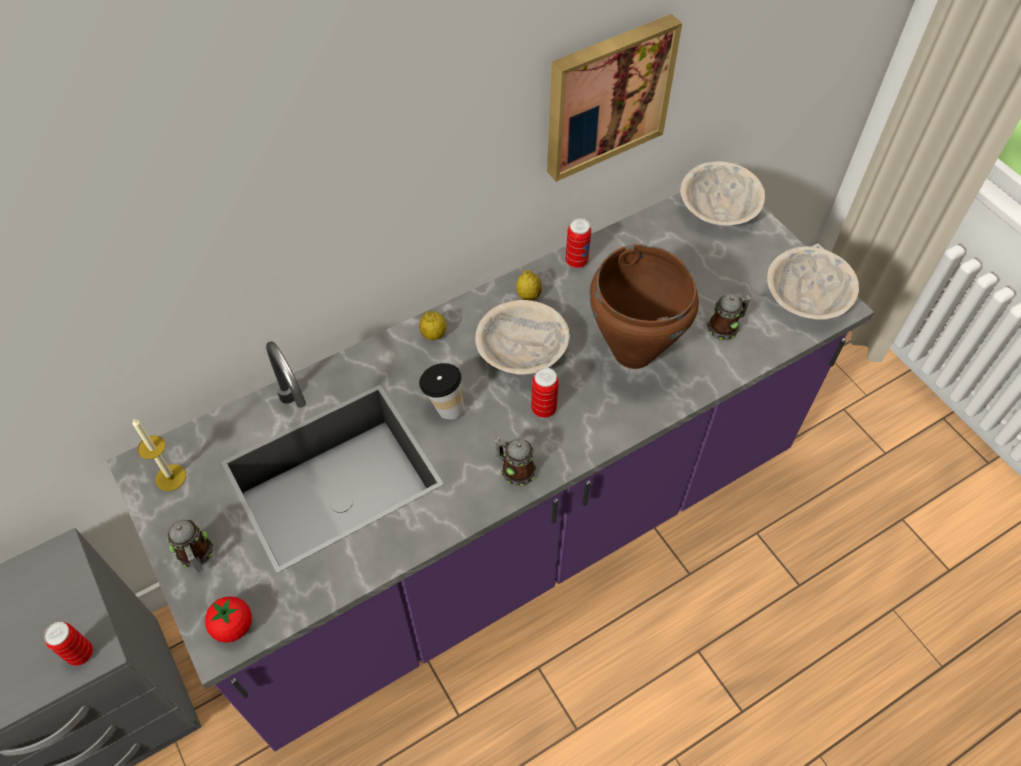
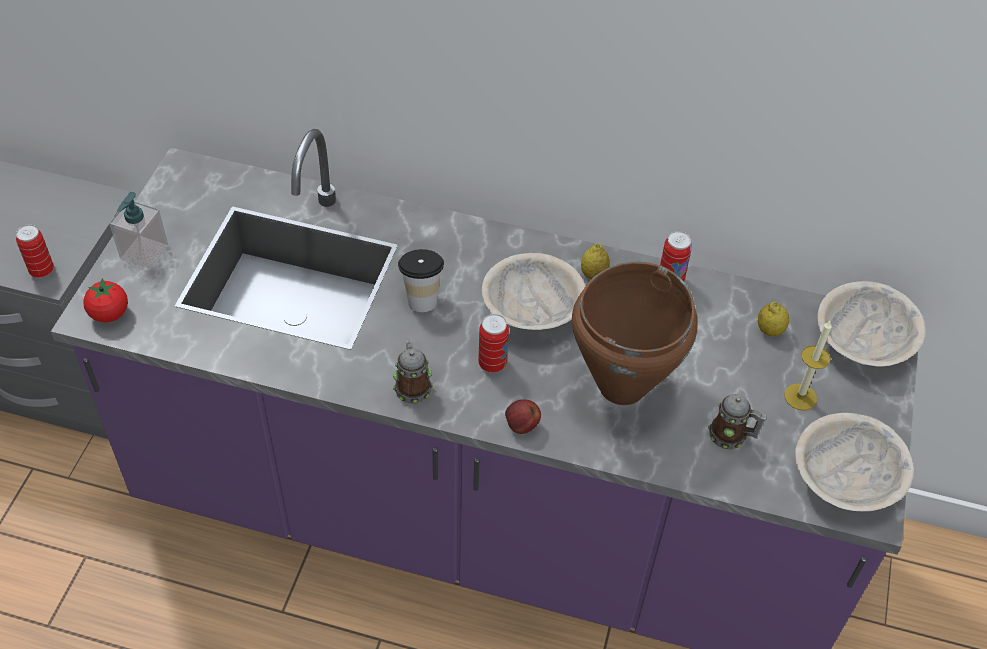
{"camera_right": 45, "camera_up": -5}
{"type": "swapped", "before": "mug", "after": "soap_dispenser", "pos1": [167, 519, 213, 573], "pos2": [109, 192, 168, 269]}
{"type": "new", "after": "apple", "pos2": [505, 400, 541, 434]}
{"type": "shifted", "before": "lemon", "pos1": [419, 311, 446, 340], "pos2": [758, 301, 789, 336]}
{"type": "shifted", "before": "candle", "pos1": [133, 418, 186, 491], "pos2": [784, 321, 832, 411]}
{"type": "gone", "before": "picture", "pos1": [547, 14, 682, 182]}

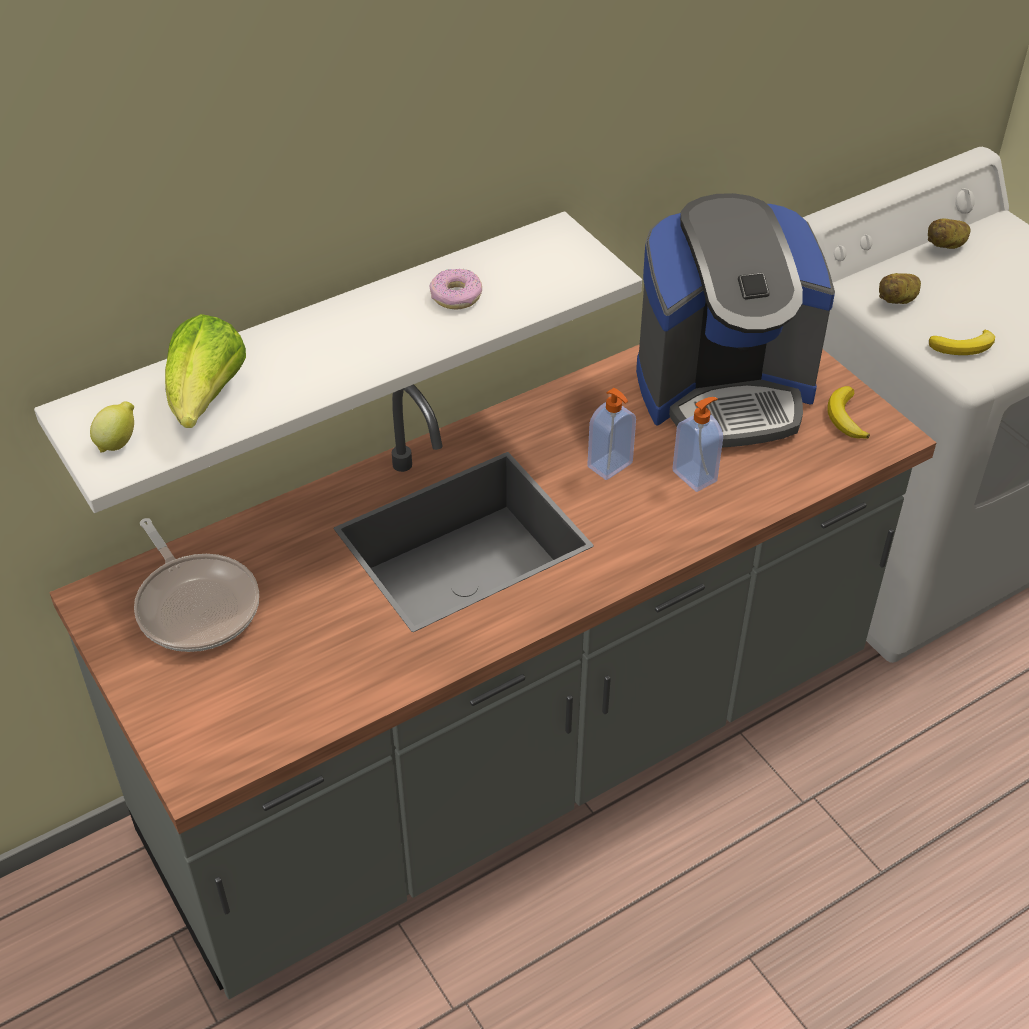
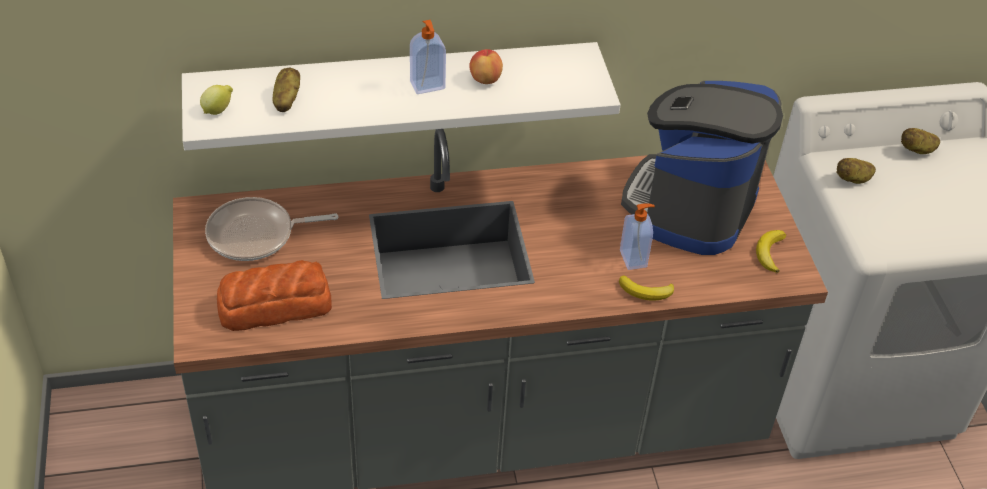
{"camera_right": 20, "camera_up": 0}
{"type": "rotated", "before": "frying_pan", "pos1": [134, 518, 259, 652], "pos2": [205, 197, 338, 261], "turn": 90}
{"type": "new", "after": "bread", "pos2": [217, 260, 332, 331]}
{"type": "swapped", "before": "lettuce", "after": "potato", "pos1": [165, 314, 246, 428], "pos2": [272, 68, 300, 112]}
{"type": "shifted", "before": "soap_dispenser", "pos1": [587, 388, 636, 480], "pos2": [410, 20, 446, 94]}
{"type": "swapped", "before": "donut", "after": "apple", "pos1": [430, 269, 482, 310], "pos2": [469, 49, 503, 84]}
{"type": "shifted", "before": "banana", "pos1": [929, 329, 995, 355], "pos2": [619, 275, 674, 301]}
{"type": "rotated", "before": "coffee_machine", "pos1": [636, 193, 835, 448], "pos2": [621, 81, 783, 255], "turn": 105}

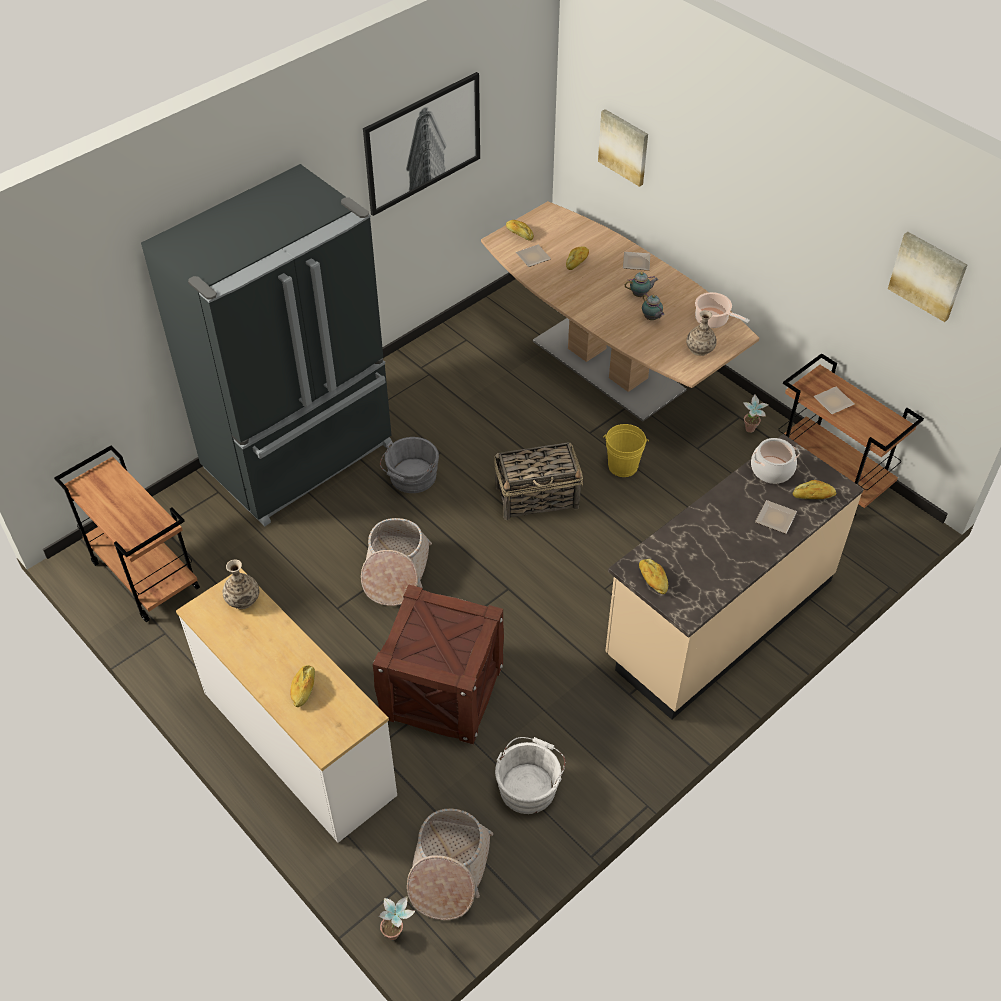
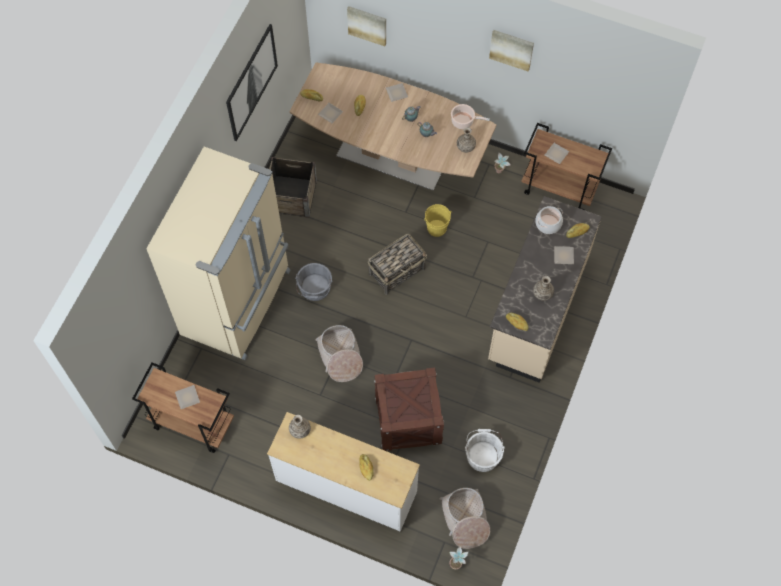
{"camera_right": -25, "camera_up": 15}
{"type": "repainted", "before": "black_fridge", "after": "beige_fridge", "pos1": [141, 164, 392, 527], "pos2": [146, 147, 290, 360]}
{"type": "new", "after": "plate", "pos2": [175, 385, 200, 409]}
{"type": "new", "after": "crate", "pos2": [270, 157, 317, 218]}
{"type": "shifted", "before": "picture", "pos1": [888, 232, 967, 322], "pos2": [489, 30, 534, 71]}
{"type": "new", "after": "vase", "pos2": [533, 276, 554, 301]}

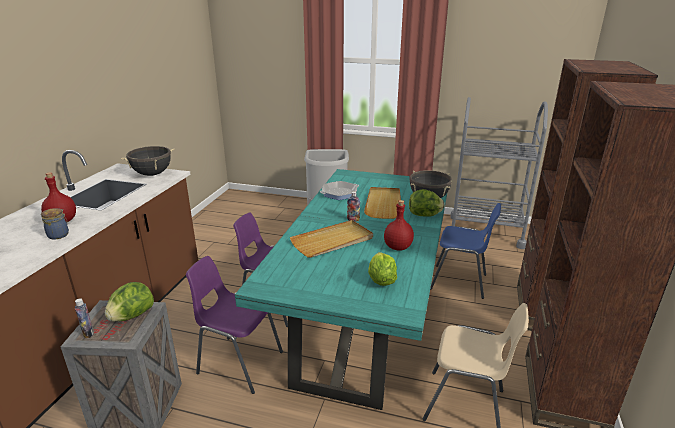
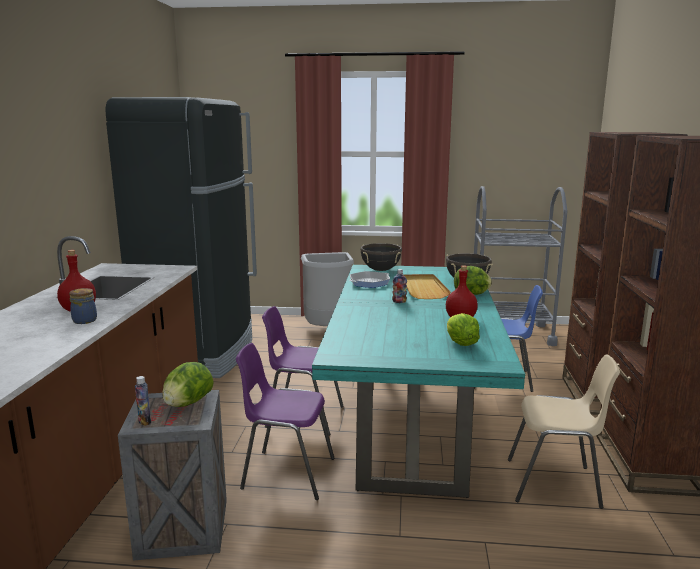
{"camera_right": -10, "camera_up": -10}
{"type": "new", "after": "black_fridge", "pos2": [106, 97, 257, 378]}
{"type": "shifted", "before": "black_cooking_pot", "pos1": [121, 146, 175, 176], "pos2": [360, 243, 402, 271]}
{"type": "gone", "before": "beige_tray", "pos1": [290, 220, 373, 258]}

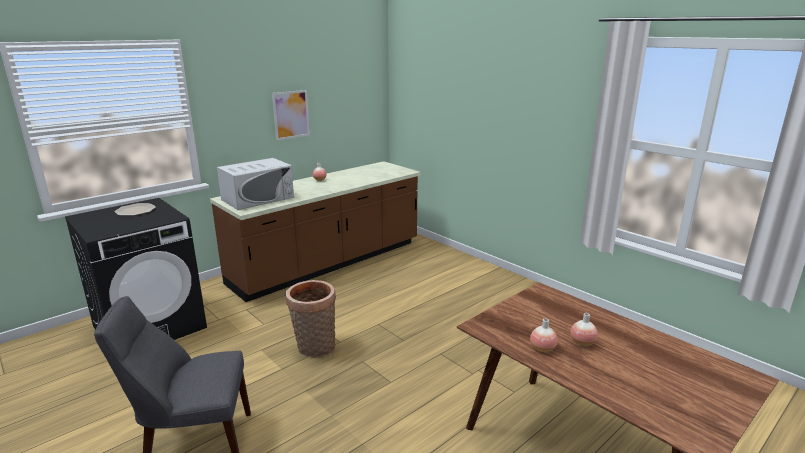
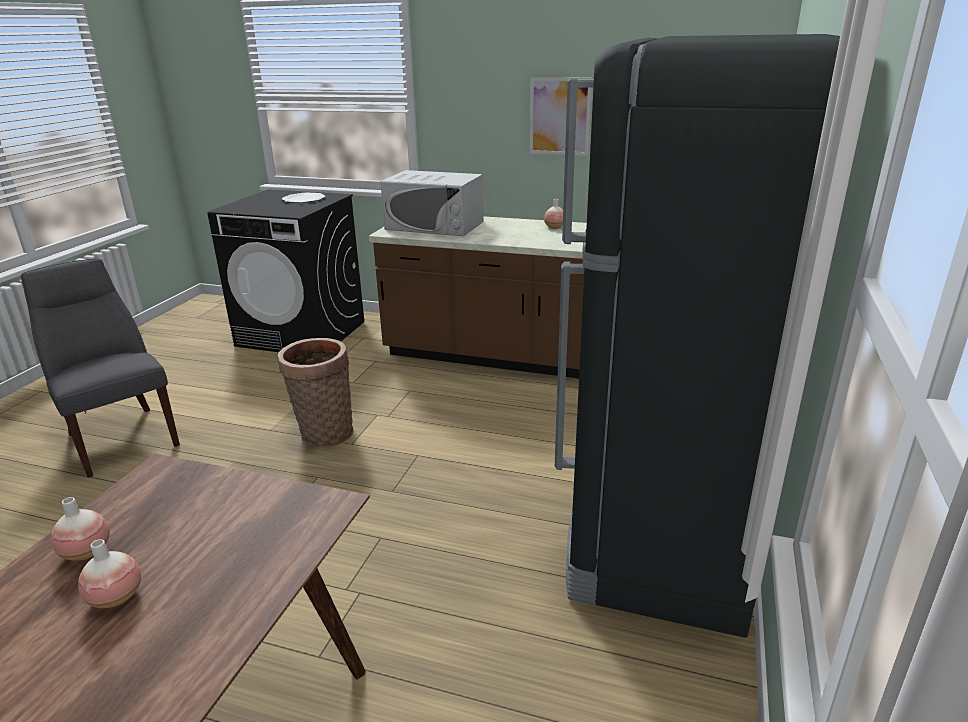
{"camera_right": 60, "camera_up": 5}
{"type": "new", "after": "black_fridge", "pos2": [555, 34, 840, 638]}

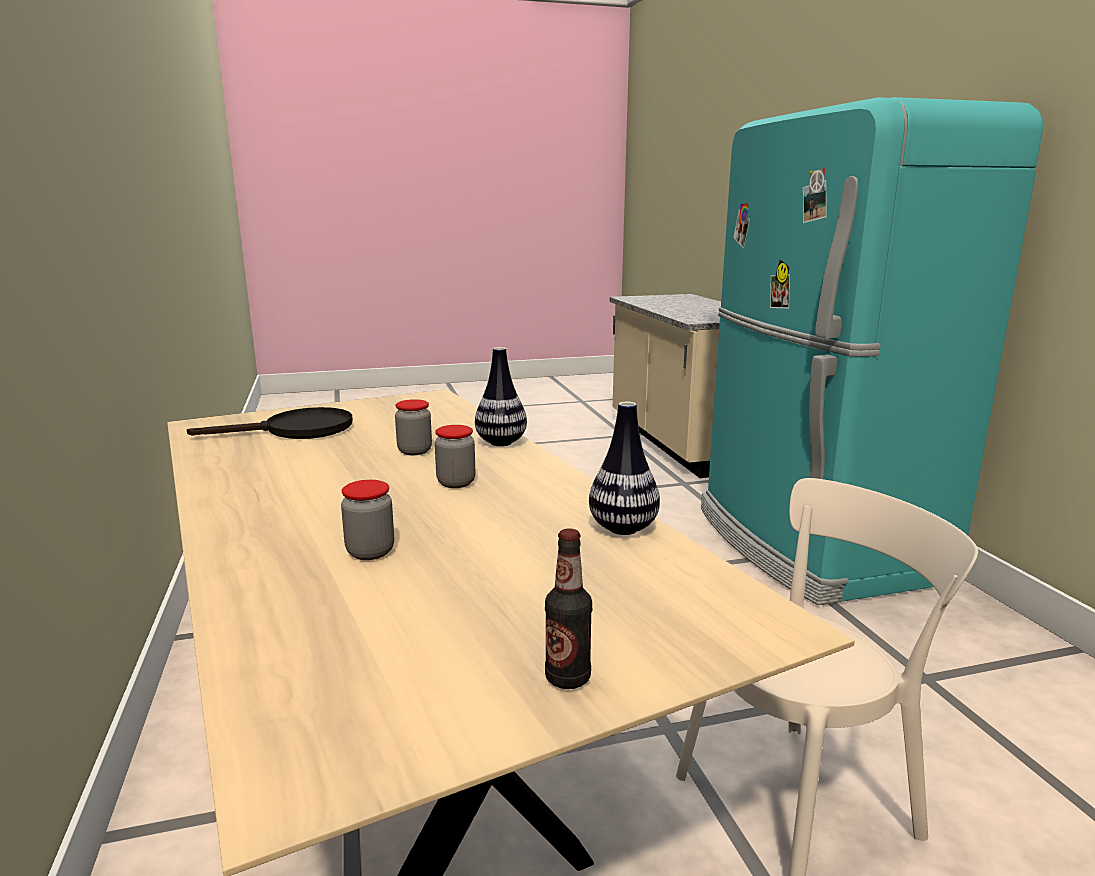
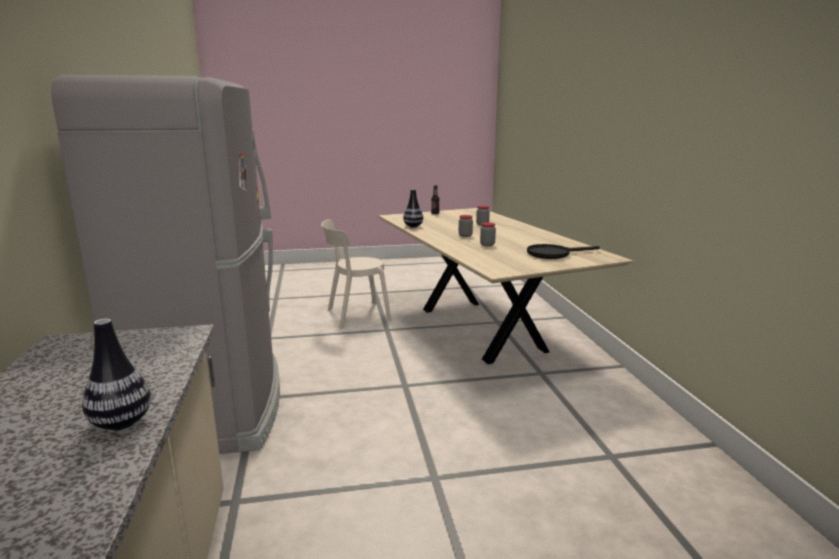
{"camera_right": -175, "camera_up": 0}
{"type": "repainted", "before": "turquoise_fridge", "after": "grey_fridge", "pos1": [701, 97, 1043, 605], "pos2": [51, 75, 280, 454]}
{"type": "shifted", "before": "vase", "pos1": [475, 347, 527, 446], "pos2": [82, 319, 151, 430]}

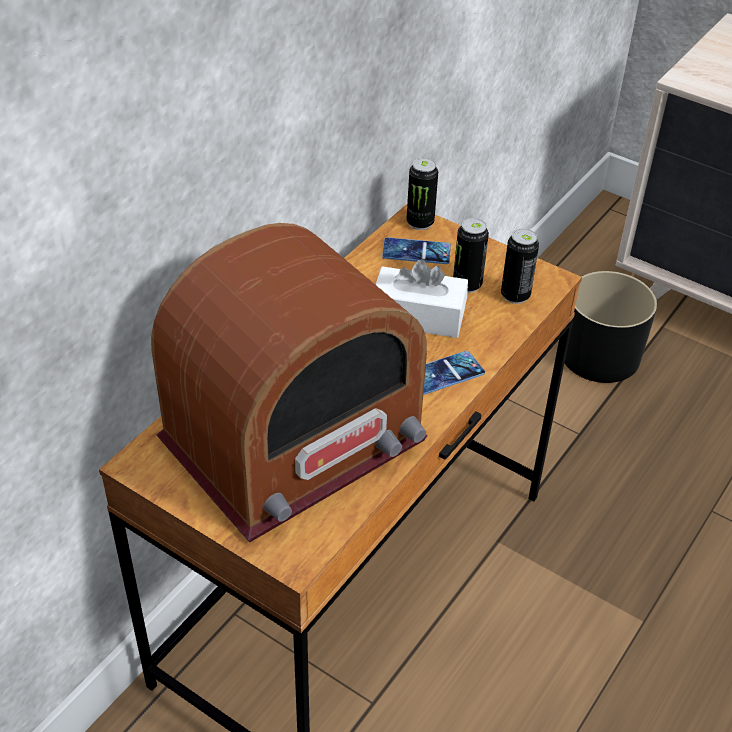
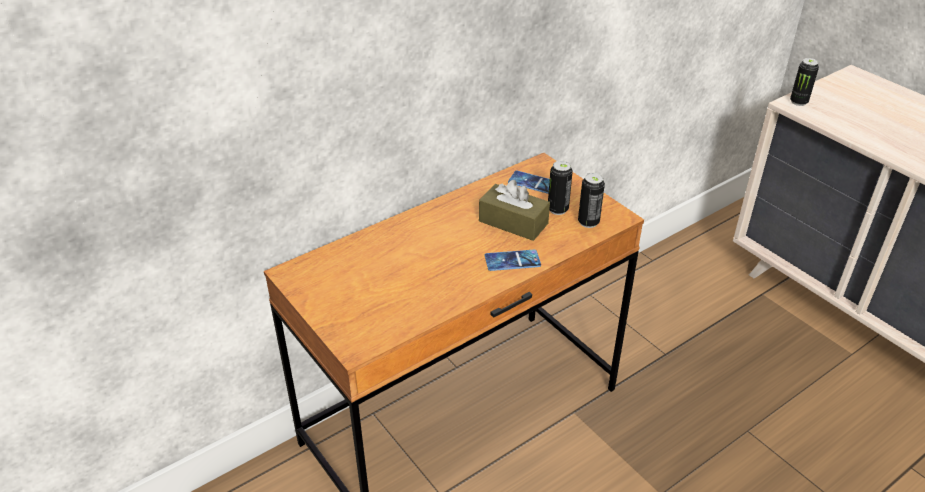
{"camera_right": 20, "camera_up": -5}
{"type": "repainted", "before": "white_tissue_box", "after": "brown_tissue_box", "pos1": [376, 259, 468, 338], "pos2": [479, 180, 550, 241]}
{"type": "shifted", "before": "can", "pos1": [407, 158, 438, 230], "pos2": [790, 58, 819, 106]}
{"type": "gone", "before": "radio", "pos1": [151, 223, 427, 543]}
{"type": "gone", "before": "black_planter", "pos1": [565, 271, 657, 383]}

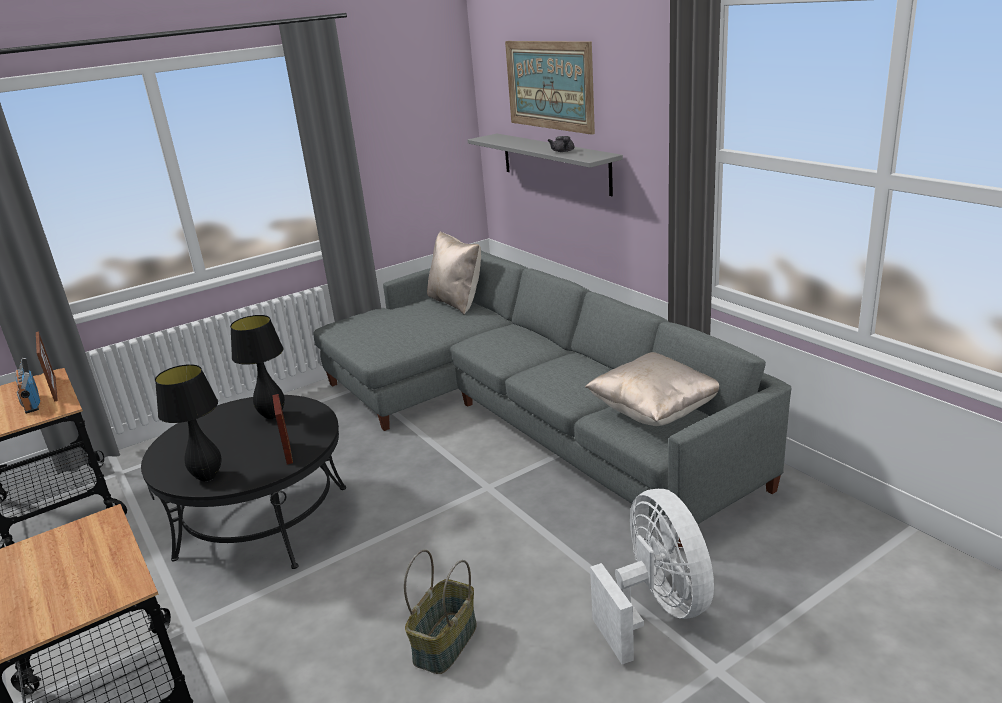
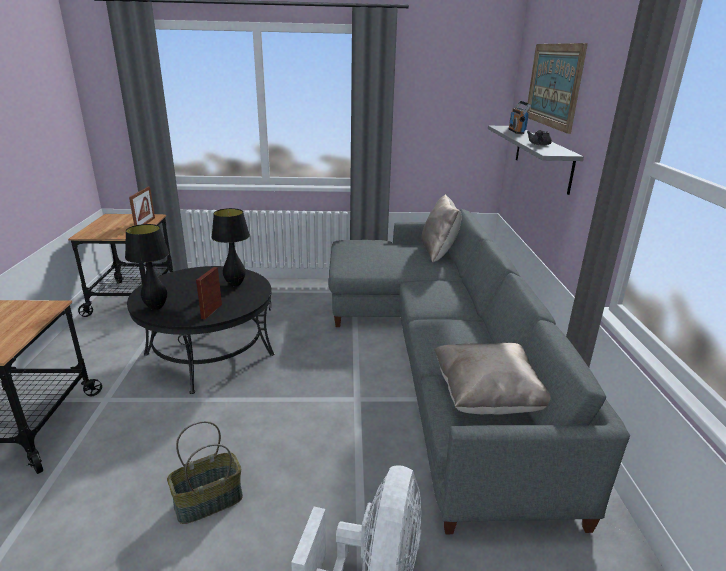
{"camera_right": 30, "camera_up": 0}
{"type": "shifted", "before": "radio", "pos1": [15, 358, 40, 414], "pos2": [508, 101, 531, 134]}

